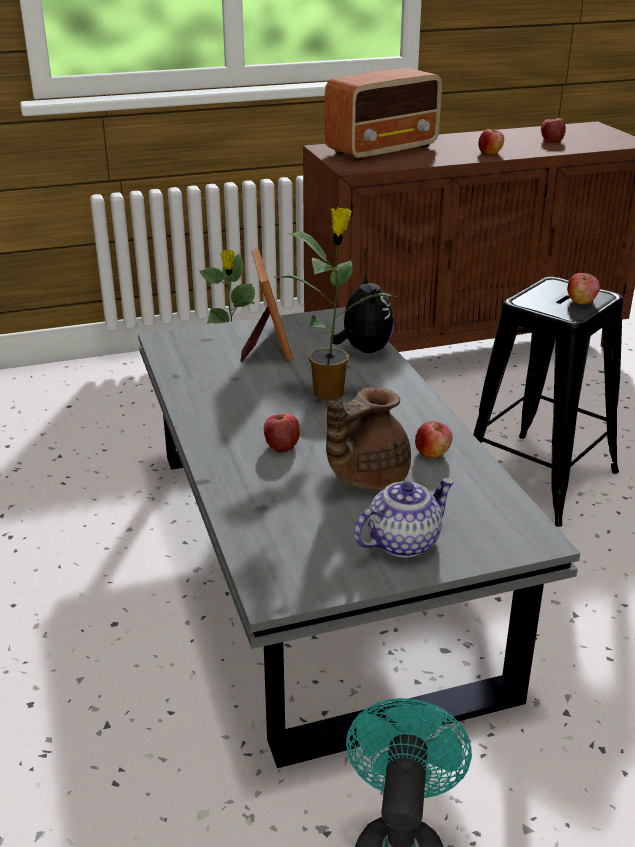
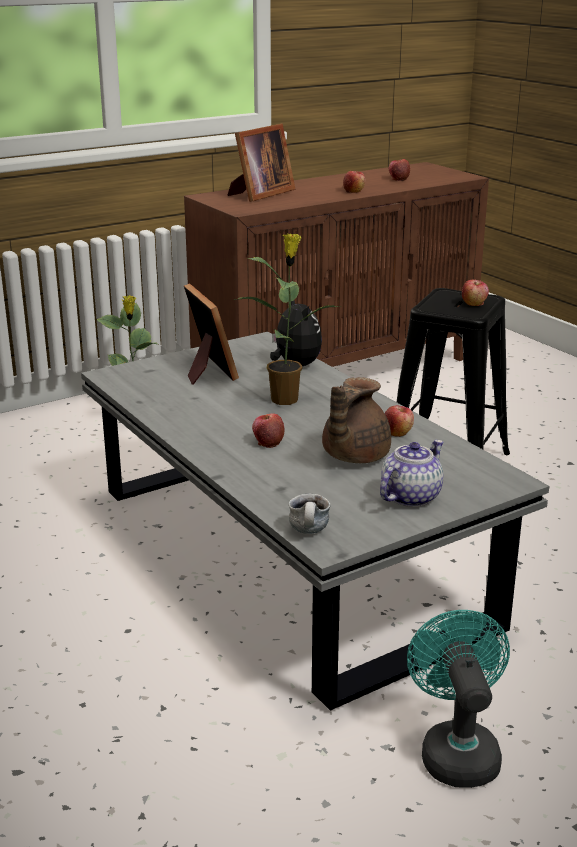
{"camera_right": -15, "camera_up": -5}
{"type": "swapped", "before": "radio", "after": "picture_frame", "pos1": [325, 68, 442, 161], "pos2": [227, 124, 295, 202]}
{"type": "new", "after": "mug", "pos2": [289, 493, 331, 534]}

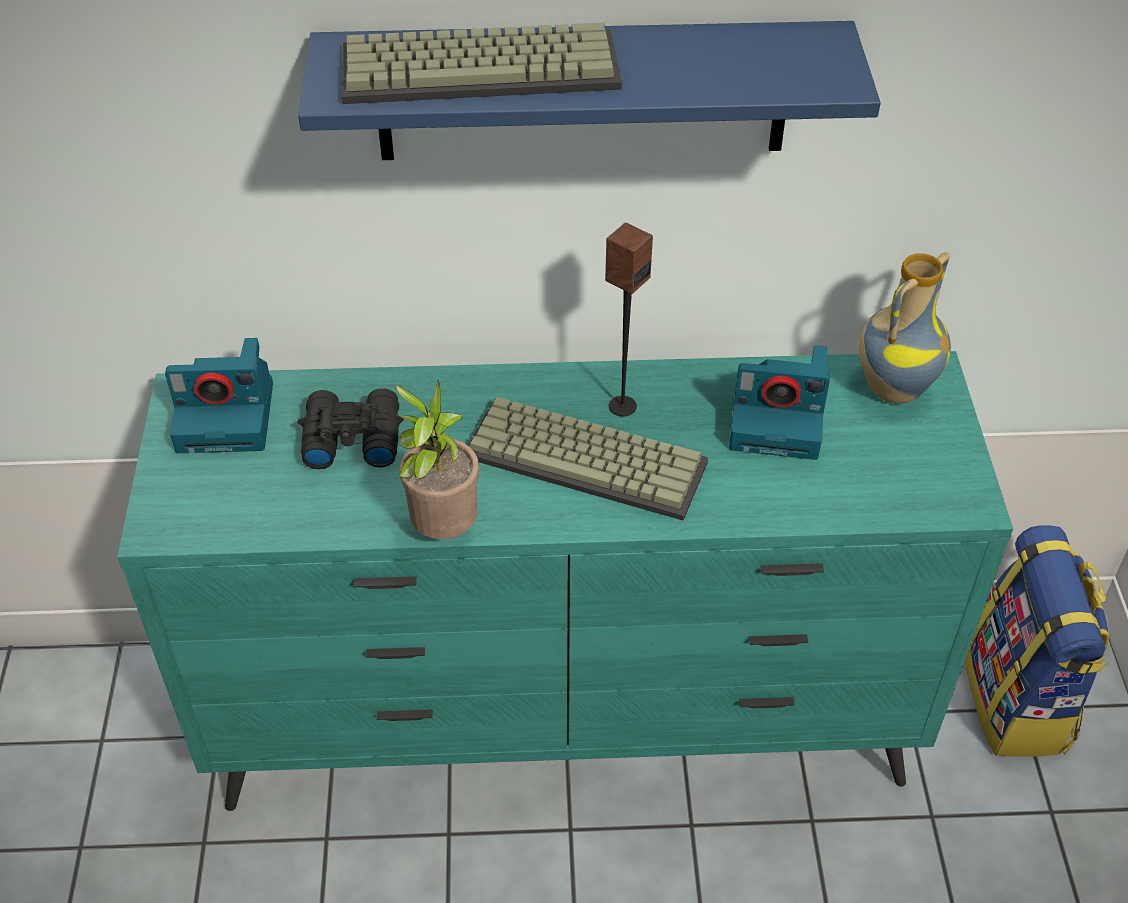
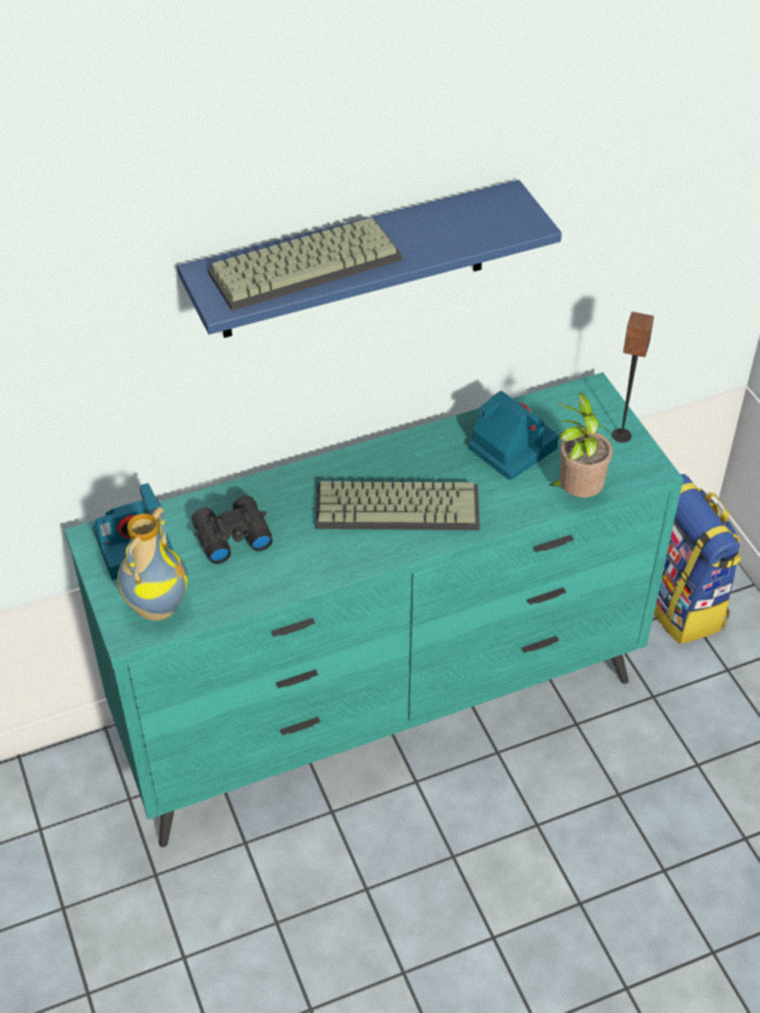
{"camera_right": -20, "camera_up": 0}
{"type": "shifted", "before": "vase", "pos1": [858, 252, 951, 403], "pos2": [117, 507, 188, 621]}
{"type": "rotated", "before": "photo_camera", "pos1": [729, 345, 830, 460], "pos2": [469, 391, 559, 480], "turn": -120}
{"type": "shifted", "before": "potted_plant", "pos1": [395, 381, 479, 539], "pos2": [550, 392, 613, 498]}
{"type": "shifted", "before": "speaker", "pos1": [605, 223, 653, 417], "pos2": [612, 312, 654, 443]}

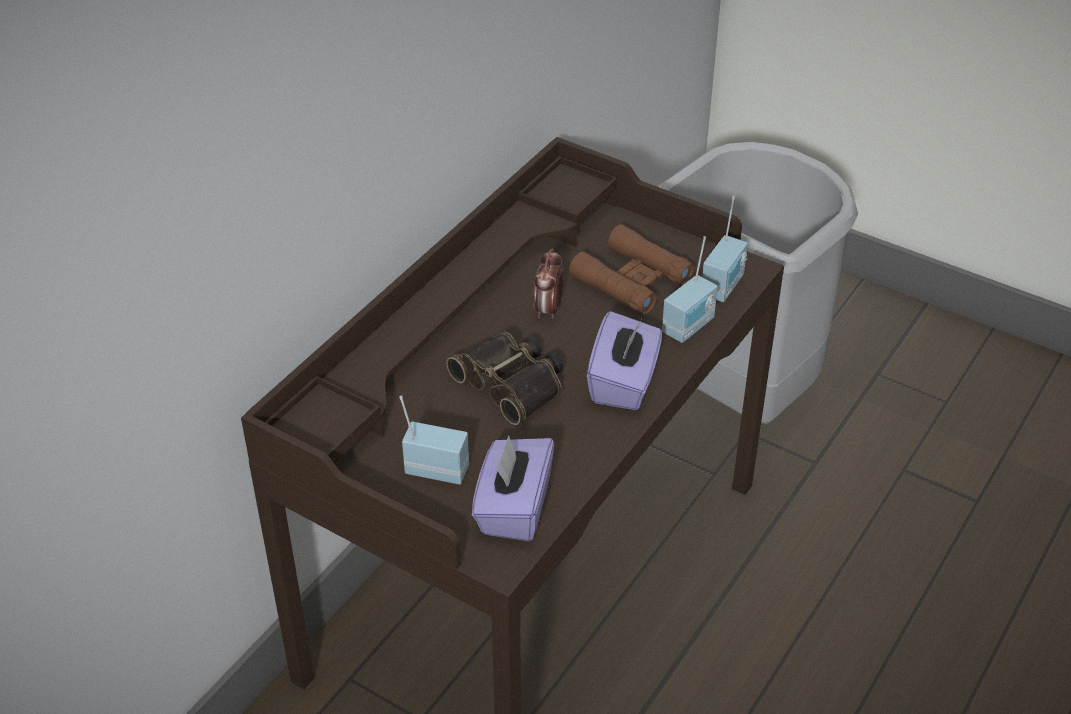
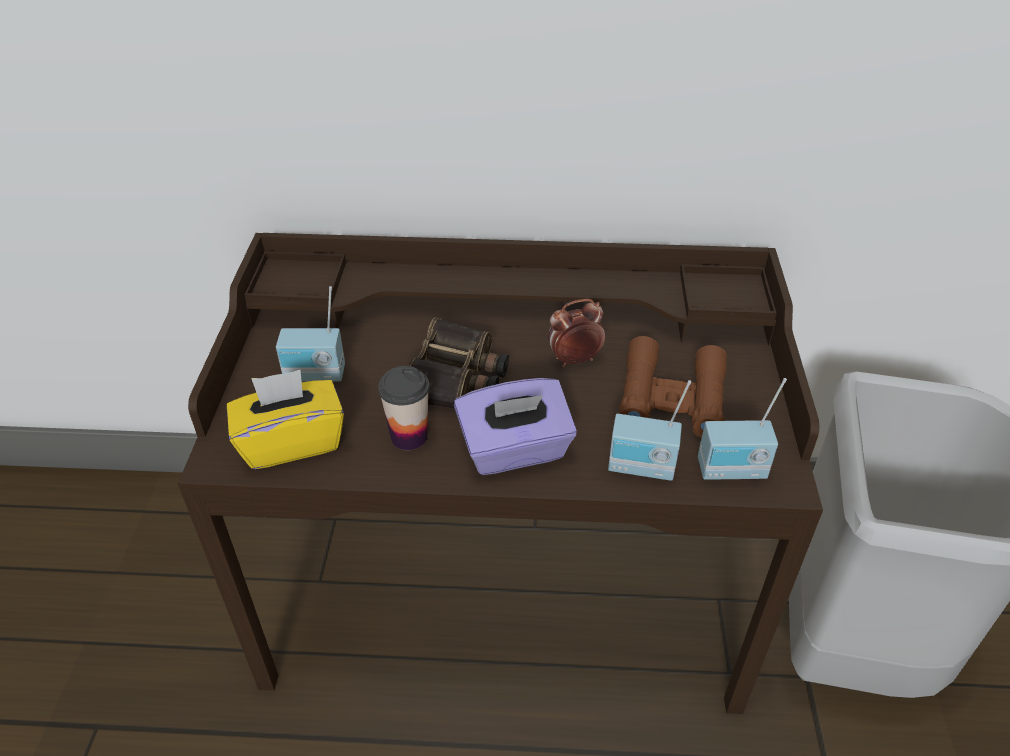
{"camera_right": 60, "camera_up": 0}
{"type": "repainted", "before": "purple_tissue_box", "after": "yellow_tissue_box", "pos1": [472, 435, 555, 541], "pos2": [227, 370, 344, 469]}
{"type": "rotated", "before": "radio", "pos1": [399, 396, 469, 484], "pos2": [276, 286, 345, 381], "turn": 105}
{"type": "new", "after": "cup", "pos2": [378, 366, 430, 450]}

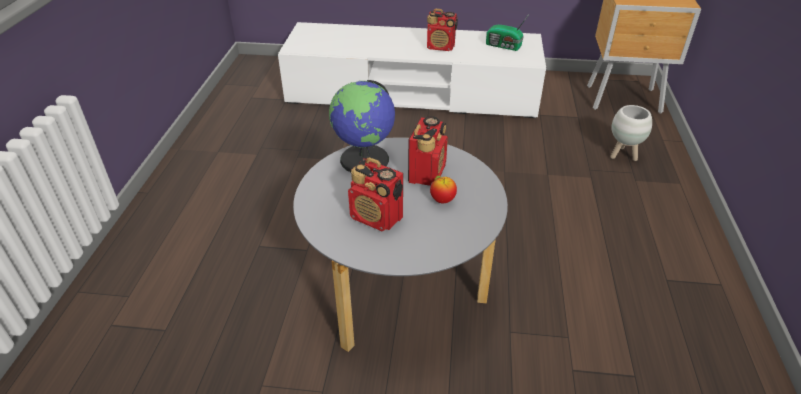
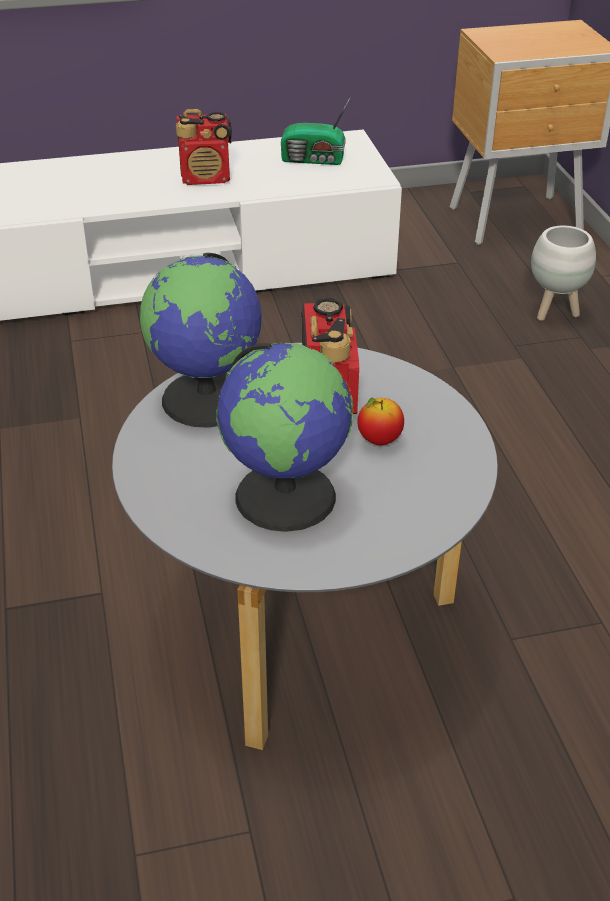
{"camera_right": -20, "camera_up": 0}
{"type": "swapped", "before": "radio", "after": "globe", "pos1": [348, 157, 403, 231], "pos2": [216, 343, 354, 532]}

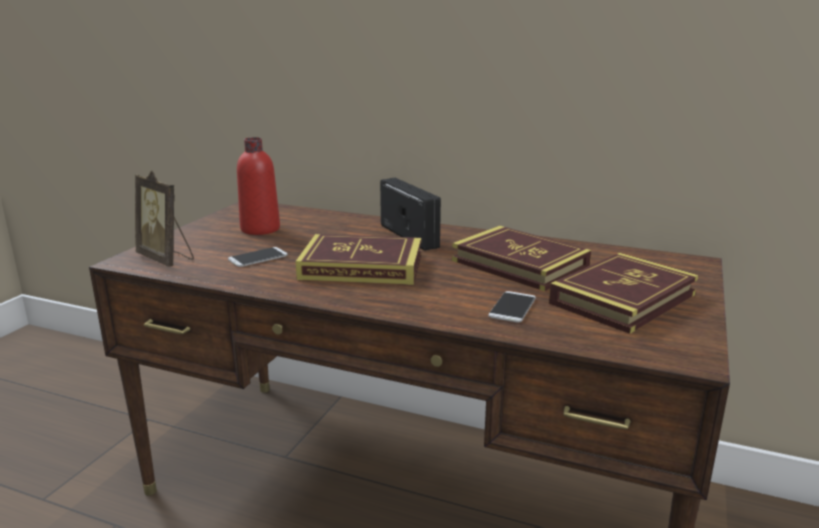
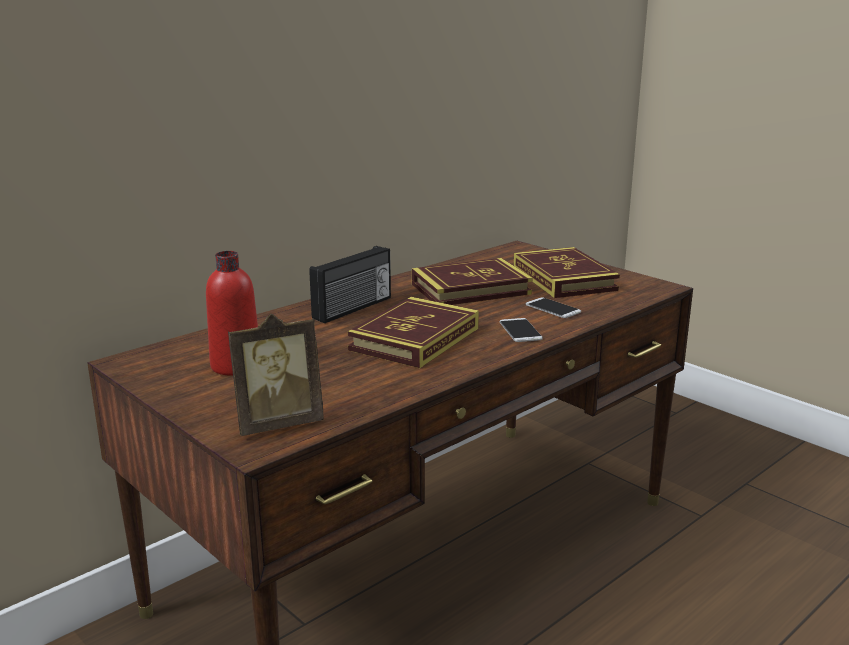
{"camera_right": -65, "camera_up": 0}
{"type": "rotated", "before": "radio", "pos1": [380, 178, 441, 251], "pos2": [309, 246, 391, 323], "turn": 135}
{"type": "shifted", "before": "phone", "pos1": [228, 247, 288, 267], "pos2": [500, 318, 543, 342]}

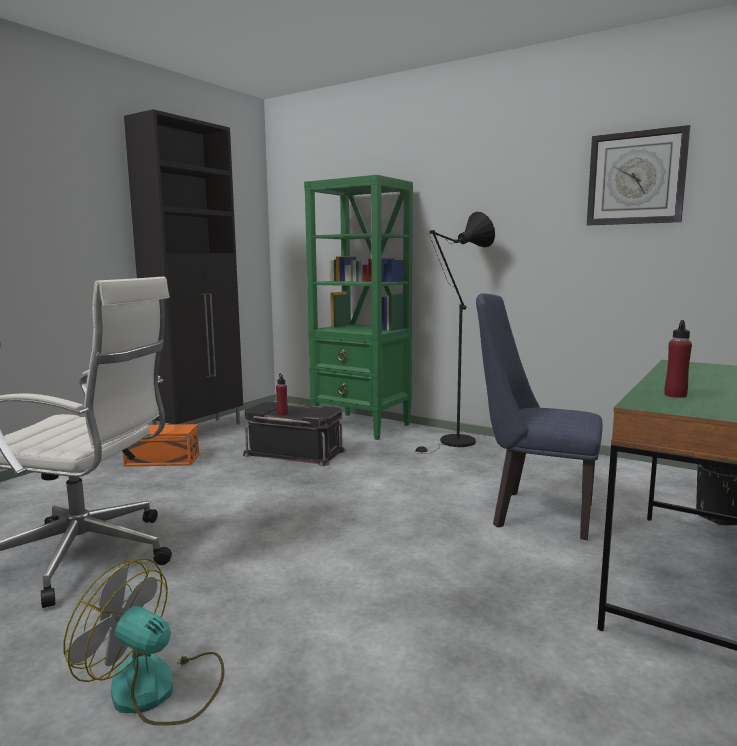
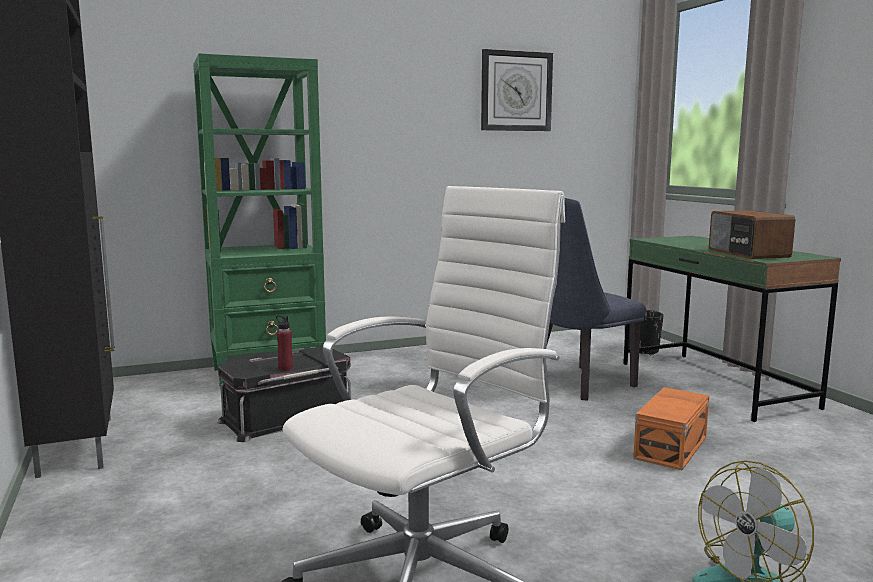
{"camera_right": -55, "camera_up": 0}
{"type": "shifted", "before": "orange_storage_box", "pos1": [123, 424, 199, 467], "pos2": [633, 387, 709, 470]}
{"type": "swapped", "before": "red_bottle", "after": "radio", "pos1": [664, 320, 692, 398], "pos2": [709, 210, 795, 259]}
{"type": "gone", "before": "black_floor_lamp", "pos1": [415, 212, 495, 454]}

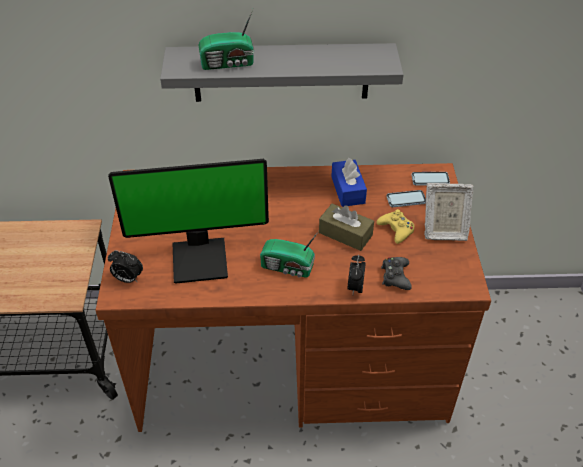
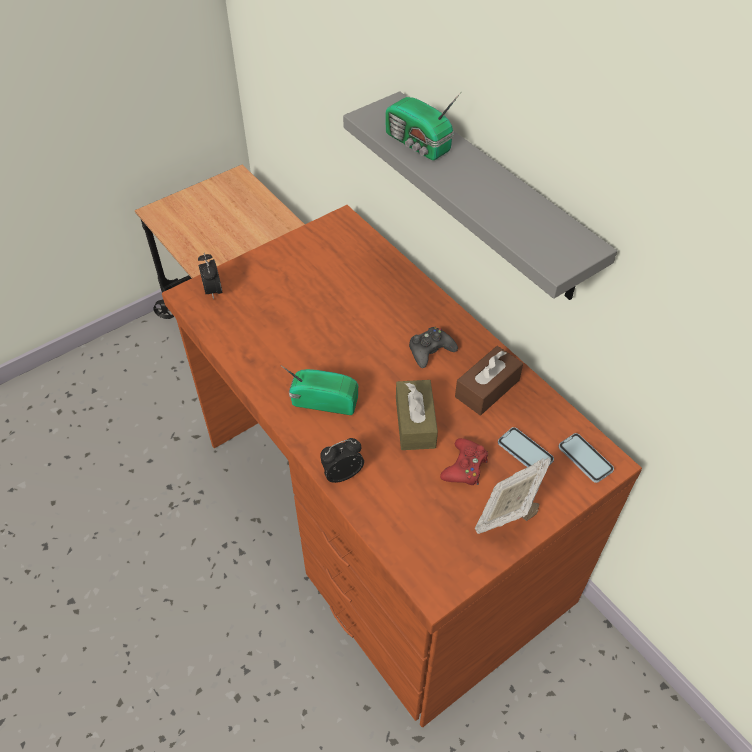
{"camera_right": 55, "camera_up": 5}
{"type": "rotated", "before": "radio", "pos1": [260, 231, 319, 278], "pos2": [280, 365, 358, 415], "turn": 120}
{"type": "shifted", "before": "black_game_controller", "pos1": [381, 257, 412, 290], "pos2": [409, 327, 458, 368]}
{"type": "repainted", "before": "yellow_game_controller", "after": "red_game_controller", "pos1": [377, 209, 415, 244], "pos2": [440, 438, 488, 485]}
{"type": "repainted", "before": "blue_tissue_box", "after": "brown_tissue_box", "pos1": [331, 158, 367, 207], "pos2": [455, 346, 523, 415]}
{"type": "rotated", "before": "picture_frame", "pos1": [424, 183, 474, 241], "pos2": [475, 458, 551, 534], "turn": 60}
{"type": "gone", "before": "monitor", "pos1": [108, 159, 269, 284]}

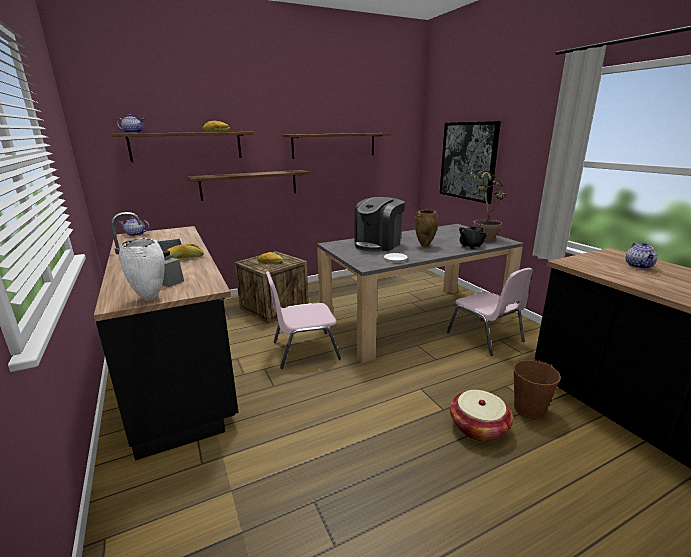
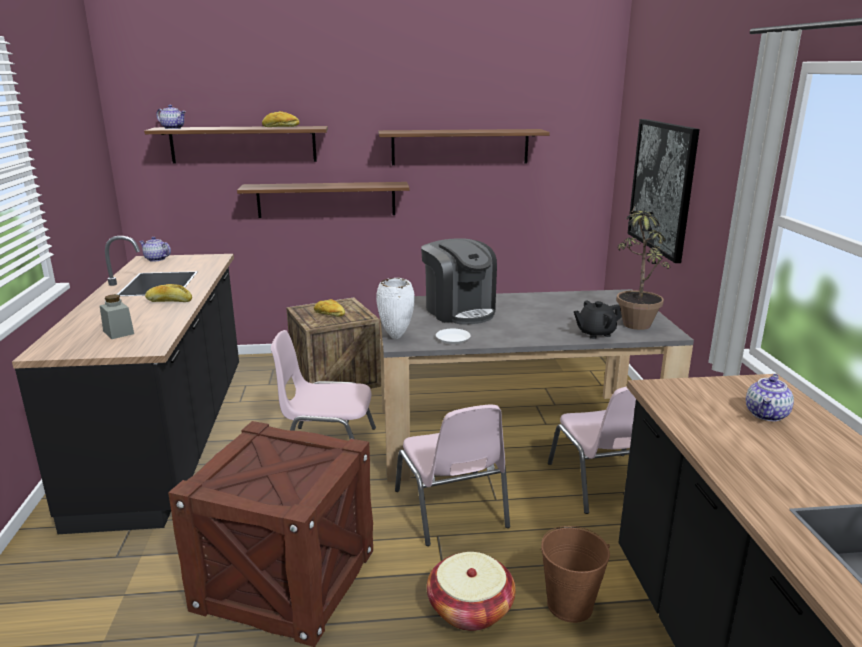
{"camera_right": 20, "camera_up": 0}
{"type": "new", "after": "crate", "pos2": [168, 421, 373, 647]}
{"type": "shifted", "before": "white_vase", "pos1": [119, 238, 165, 301], "pos2": [376, 278, 415, 339]}
{"type": "new", "after": "pink_chair", "pos2": [395, 404, 510, 546]}
{"type": "rotated", "before": "coffee_machine", "pos1": [354, 197, 405, 252], "pos2": [421, 238, 497, 325], "turn": -90}
{"type": "gone", "before": "brown_vase", "pos1": [415, 210, 439, 247]}

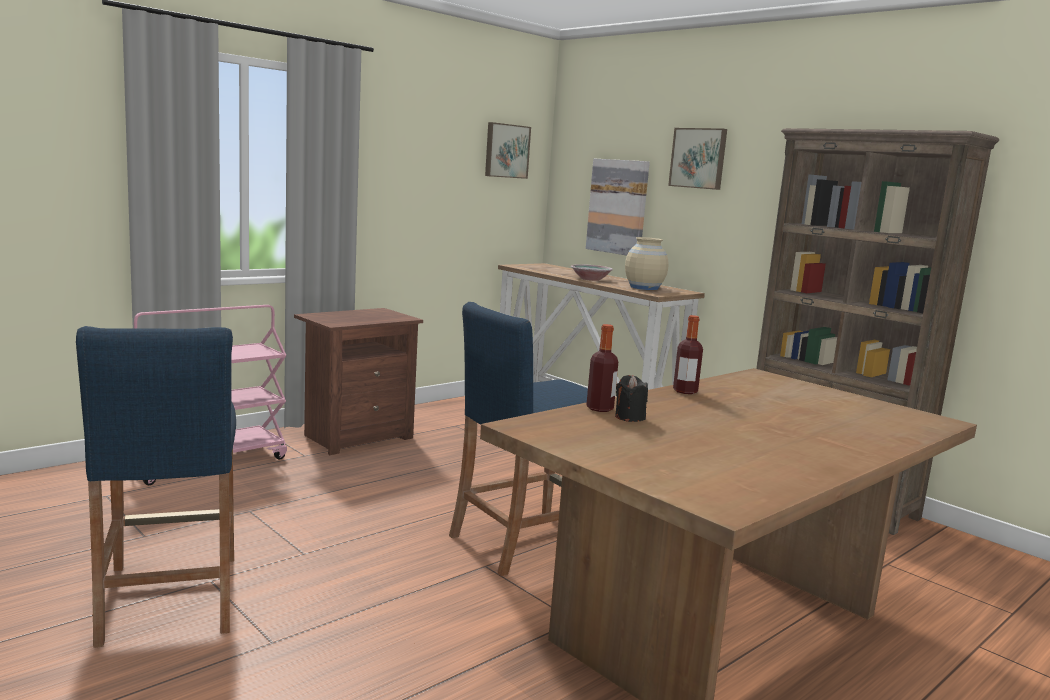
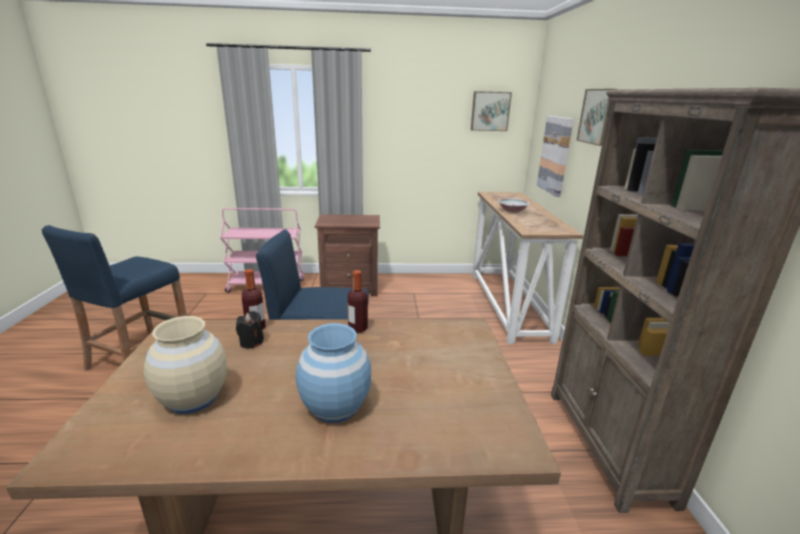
{"camera_right": 40, "camera_up": 10}
{"type": "shifted", "before": "beige_vase", "pos1": [625, 237, 669, 290], "pos2": [144, 316, 227, 414]}
{"type": "new", "after": "blue_vase", "pos2": [296, 323, 371, 423]}

